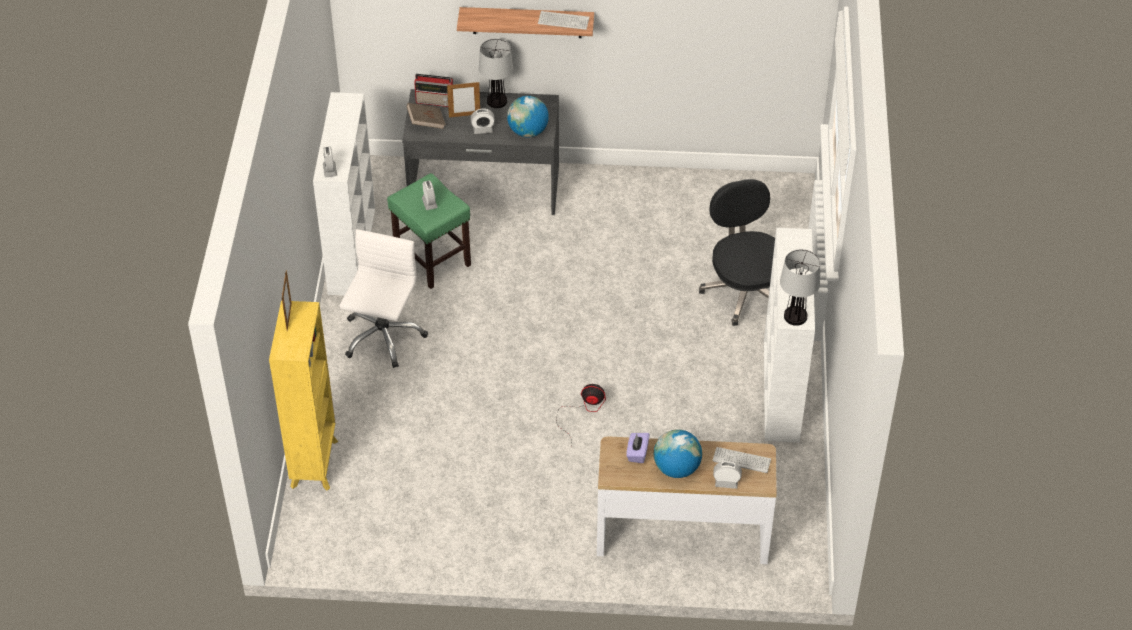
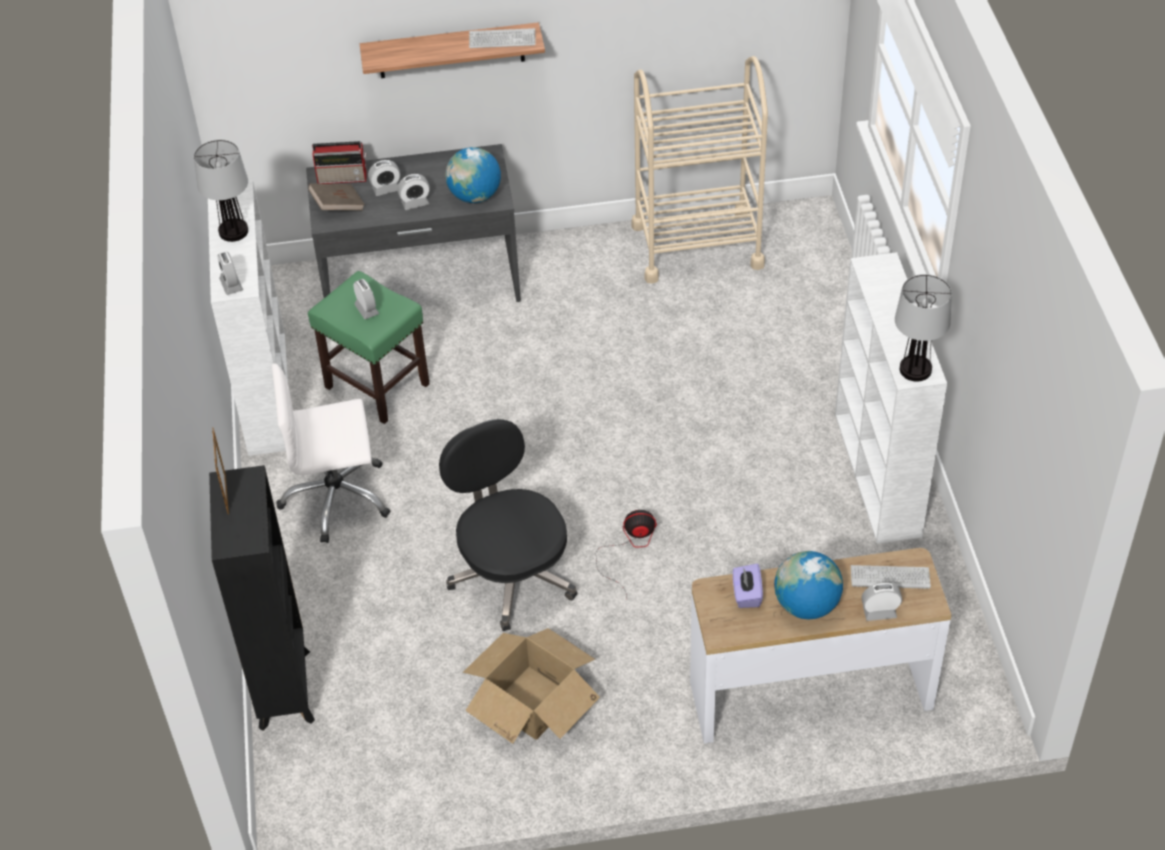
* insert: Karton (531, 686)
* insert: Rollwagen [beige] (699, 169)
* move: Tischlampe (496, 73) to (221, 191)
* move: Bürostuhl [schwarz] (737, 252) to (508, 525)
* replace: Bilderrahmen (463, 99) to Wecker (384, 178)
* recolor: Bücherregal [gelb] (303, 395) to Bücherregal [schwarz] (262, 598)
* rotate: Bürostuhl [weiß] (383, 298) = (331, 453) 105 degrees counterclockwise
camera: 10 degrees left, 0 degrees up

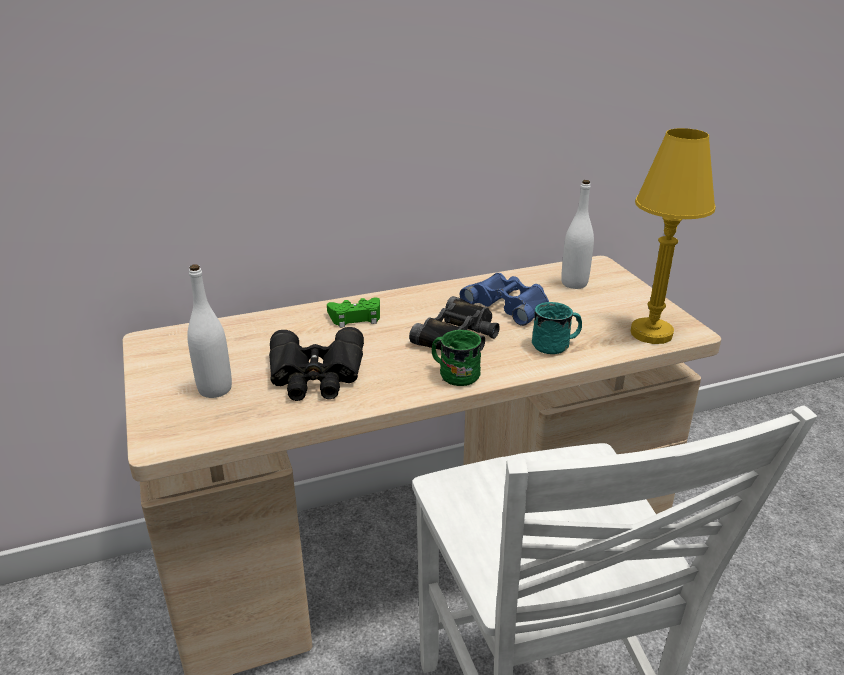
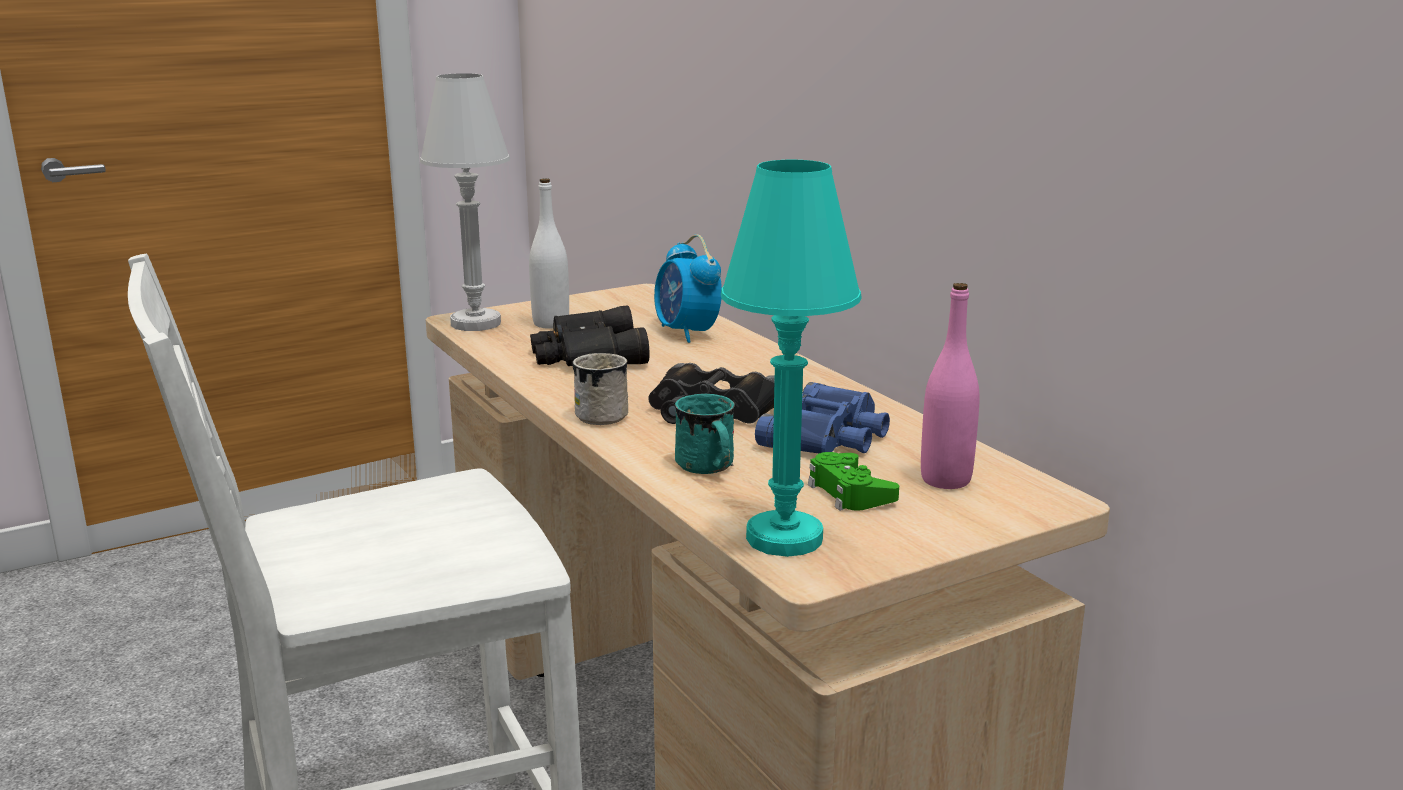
* insert: Tischlampe [weiß] (465, 202)
* insert: Wecker (688, 288)
* move: Gamepad [grün] (353, 312) to (853, 481)
* recolor: Henkelbecher [grün] (456, 358) to Henkelbecher [weiß] (600, 389)
* recolor: Flasche [weiß] (577, 234) to Flasche [rosa] (950, 386)
* recolor: Tischlampe [gelb] (673, 236) to Tischlampe [türkis] (791, 358)
camera: 80 degrees right, 10 degrees down

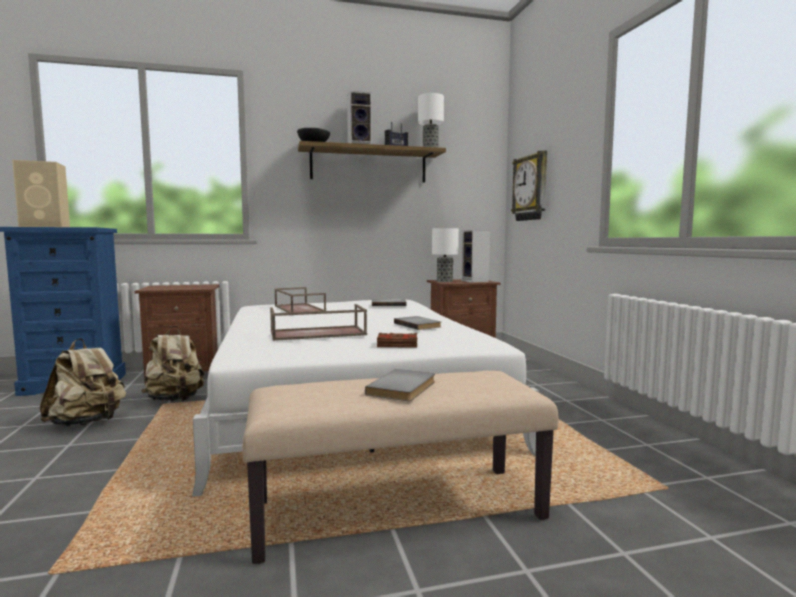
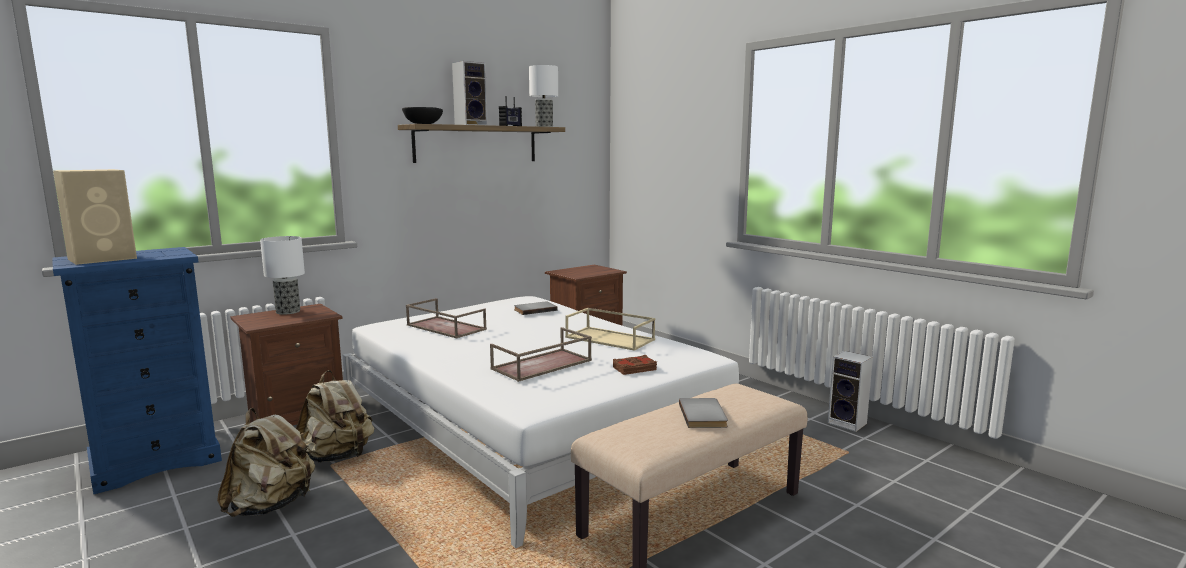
* delete: Wanduhr (529, 185)
* move: Tischlampe (445, 255) to (282, 275)
* move: Lautsprecher (476, 256) to (850, 391)
* replace: Buch [grau] (417, 323) to Tablett [beige] (610, 329)
camera: 25 degrees left, 5 degrees up

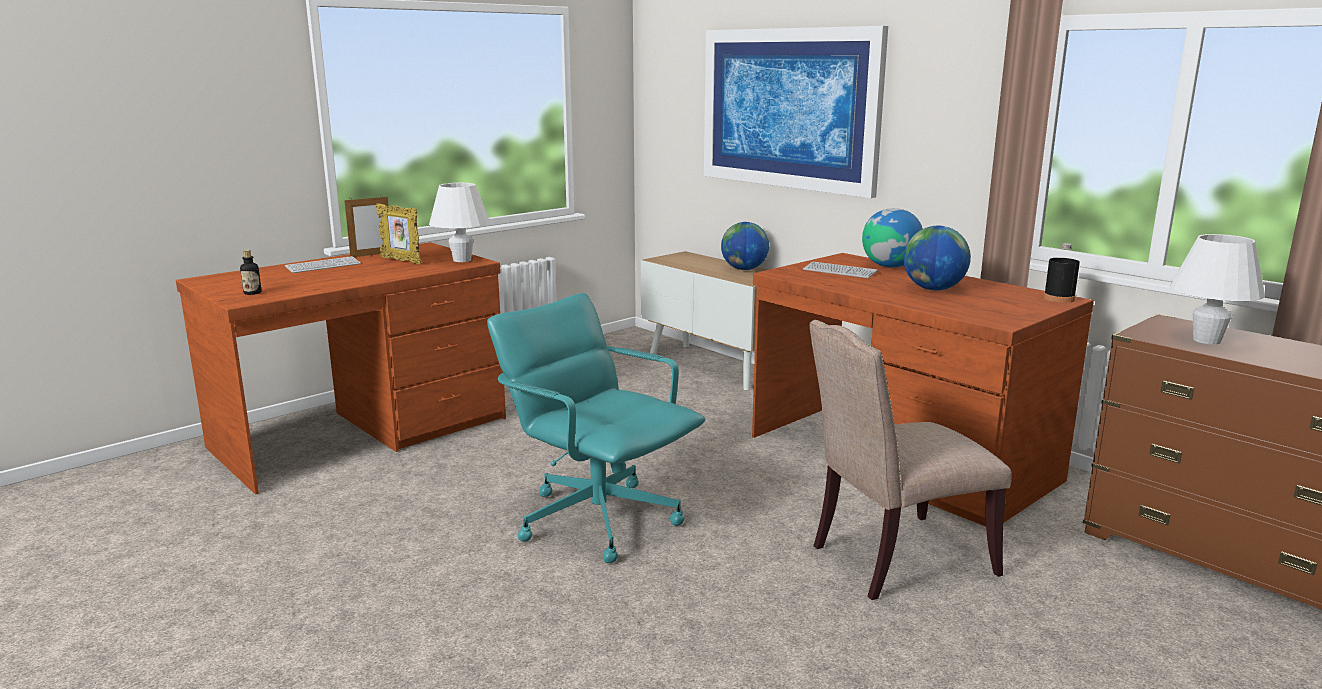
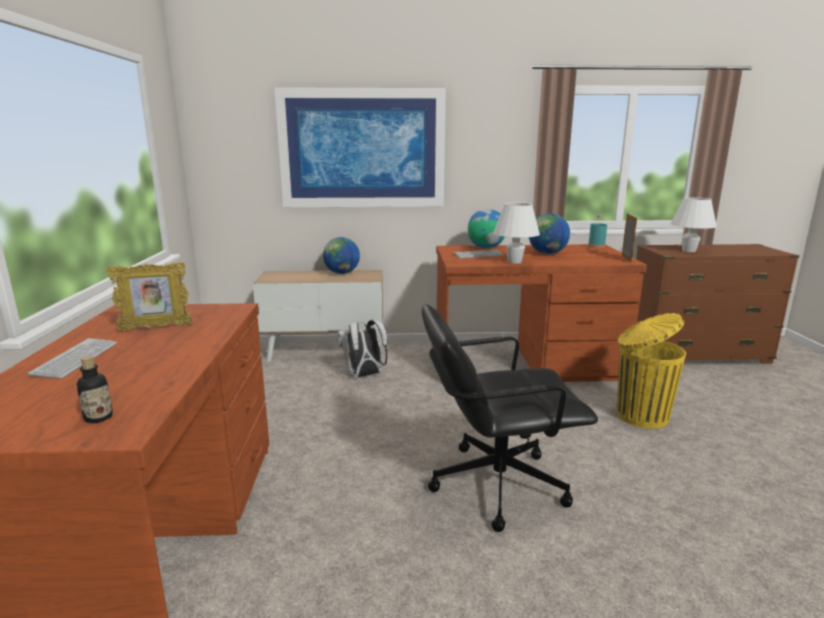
* insert: Rucksack [weiß] (362, 349)
* move: Bilderrahmen (366, 226) to (629, 238)
* move: Tischlampe [weiß] (459, 222) to (516, 233)
* replace: Stuhl [beige] (910, 460) to Mülleimer [gelb] (651, 371)
* recolor: Bürostuhl [türkis] (596, 428) to Bürostuhl [schwarz] (510, 418)
* recolor: Flasche [schwarz] (1062, 273) to Flasche [türkis] (597, 231)
camera: 50 degrees left, 0 degrees up

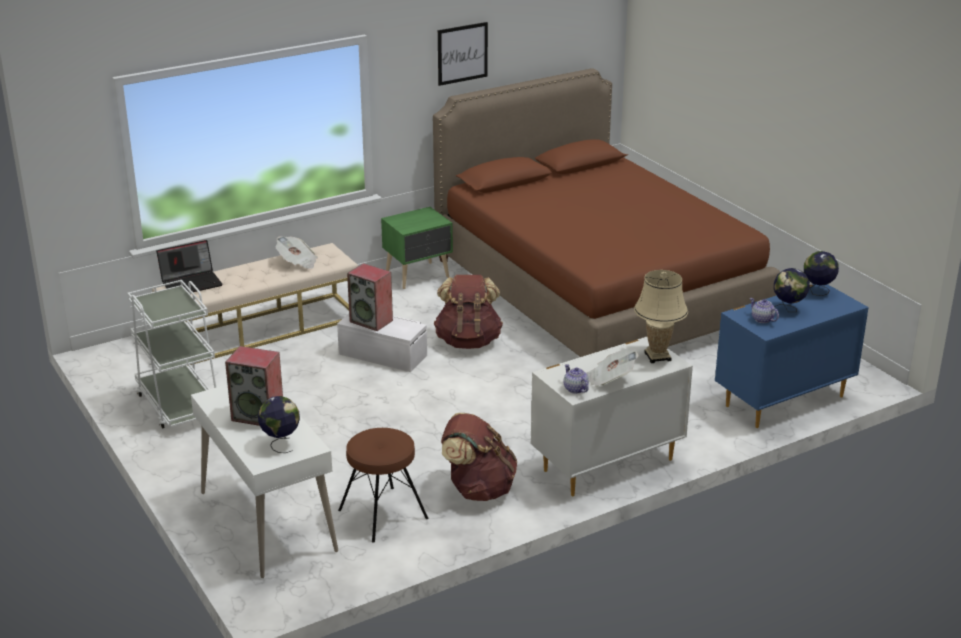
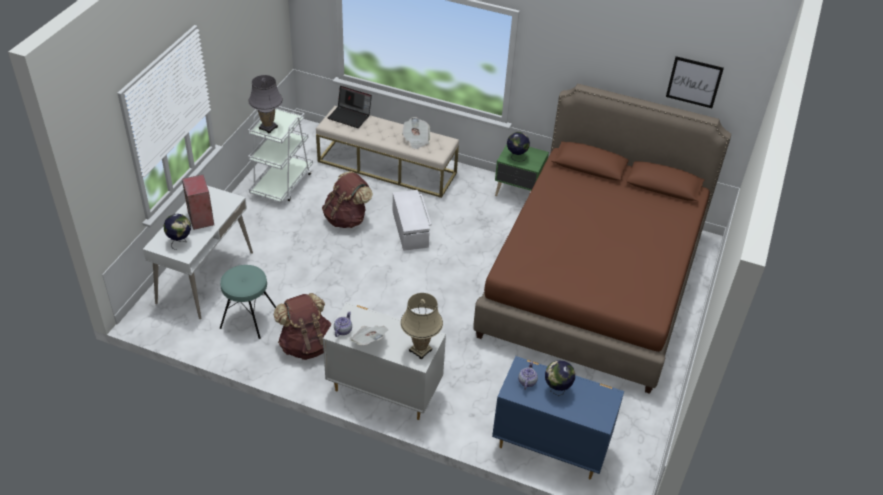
* delete: Lautsprecher (370, 297)
* insert: Tischlampe [grau] (265, 104)
* move: Rucksack [braun] (468, 312) to (347, 199)
* move: Bild (463, 54) to (695, 82)
* move: Globus (821, 273) to (518, 146)
* recolor: Hocker [braun] (383, 485) to Hocker [türkis] (248, 302)
camera: 50 degrees right, 15 degrees up

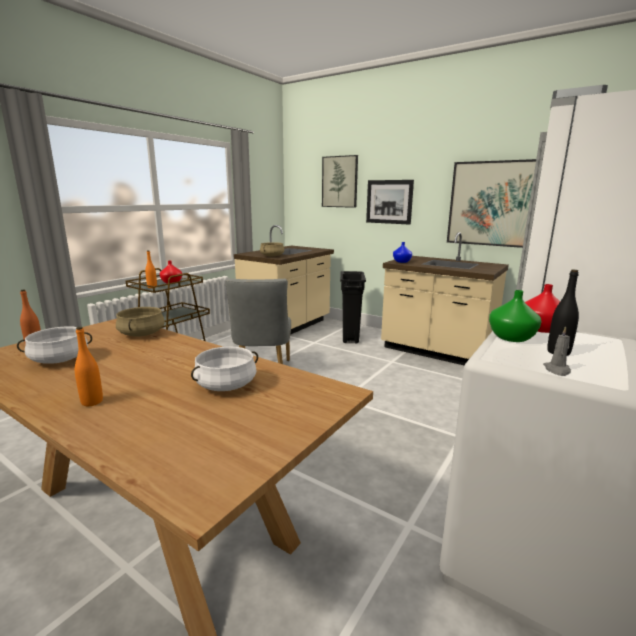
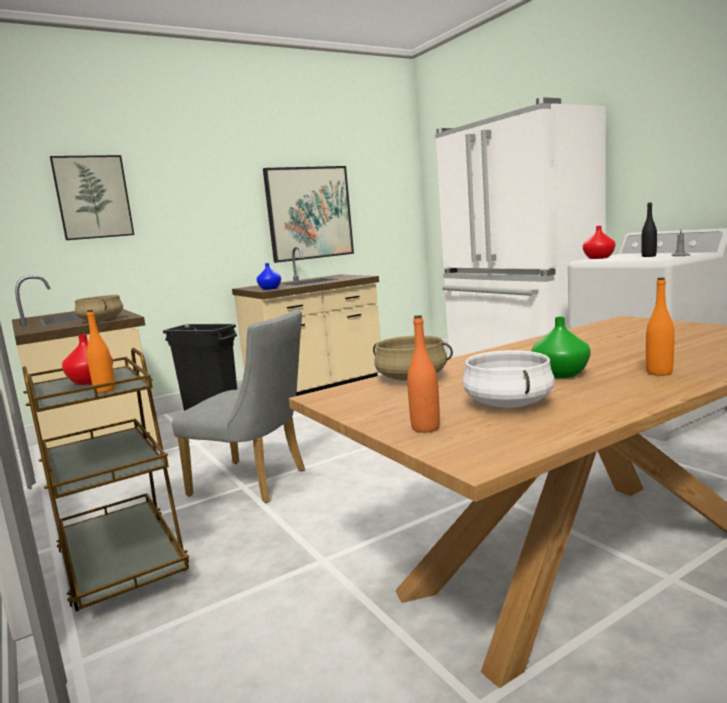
* delete: Kochtopf [weiß] (224, 368)
* delete: Bild (390, 202)
* move: Vase [grün] (515, 316) to (561, 347)
camera: 65 degrees left, 5 degrees down

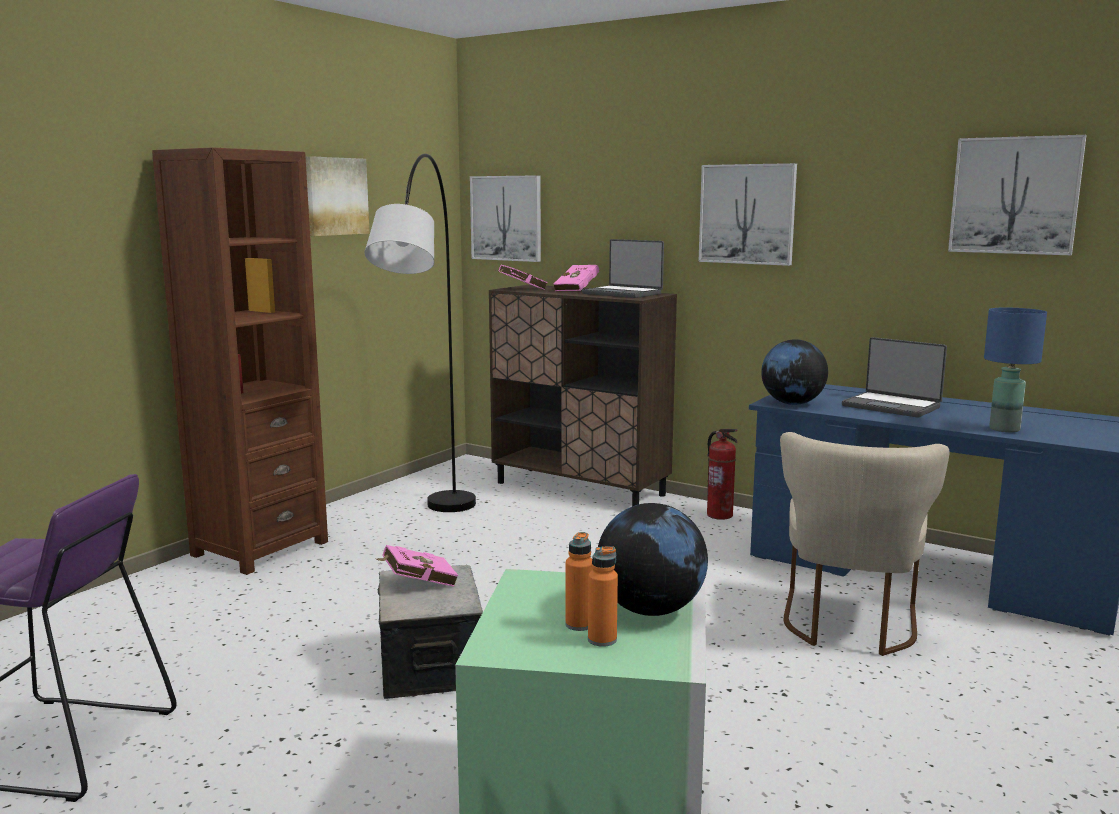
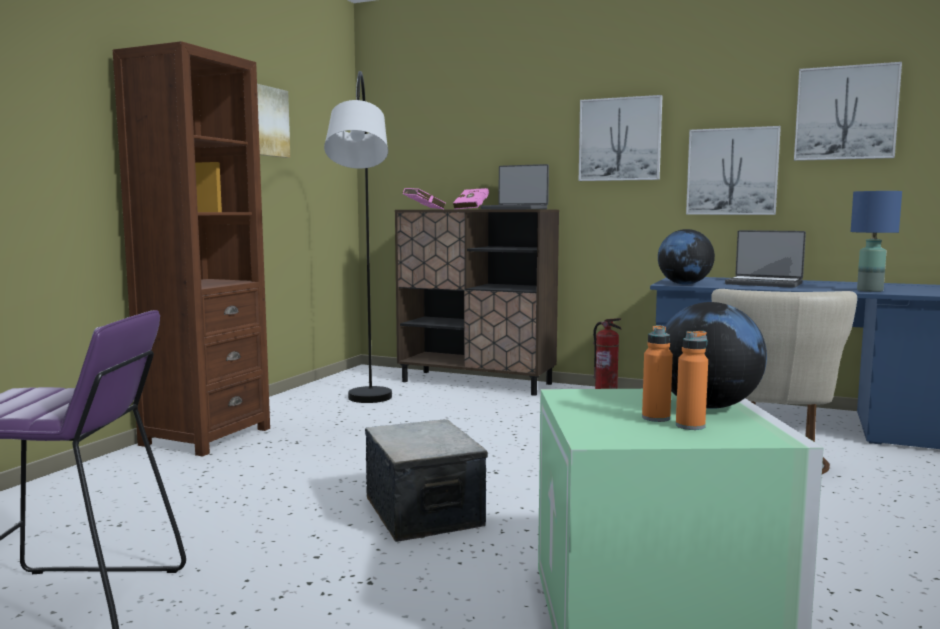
* delete: Buch [rosa] (418, 566)
* move: Bild (505, 218) to (733, 170)
camera: 10 degrees left, 5 degrees down

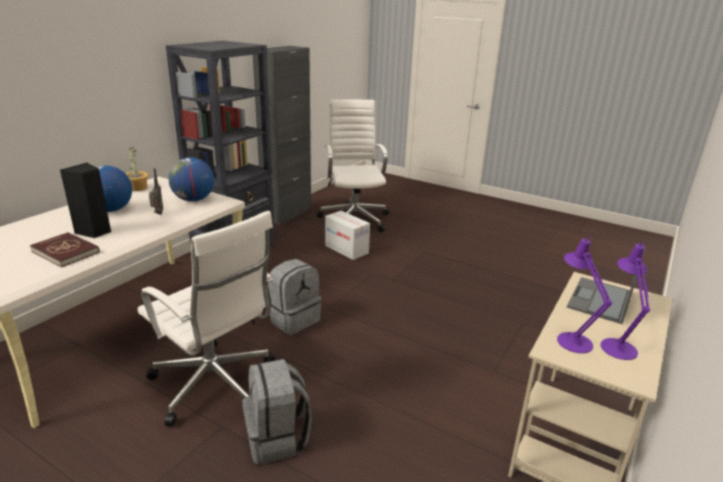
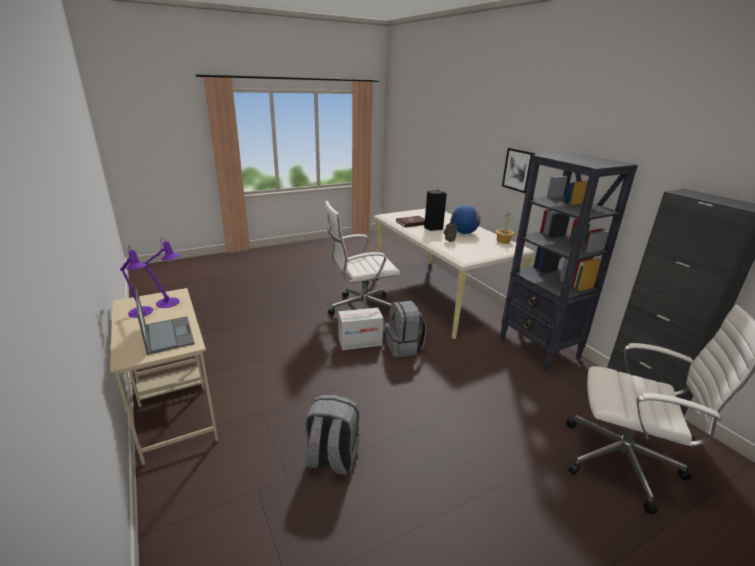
* delete: Globus (191, 179)
* insert: Bild (518, 170)
* move: Rucksack [grau] (277, 411) to (332, 435)
* move: Karton (347, 235) to (360, 329)
camera: 120 degrees right, 0 degrees up

